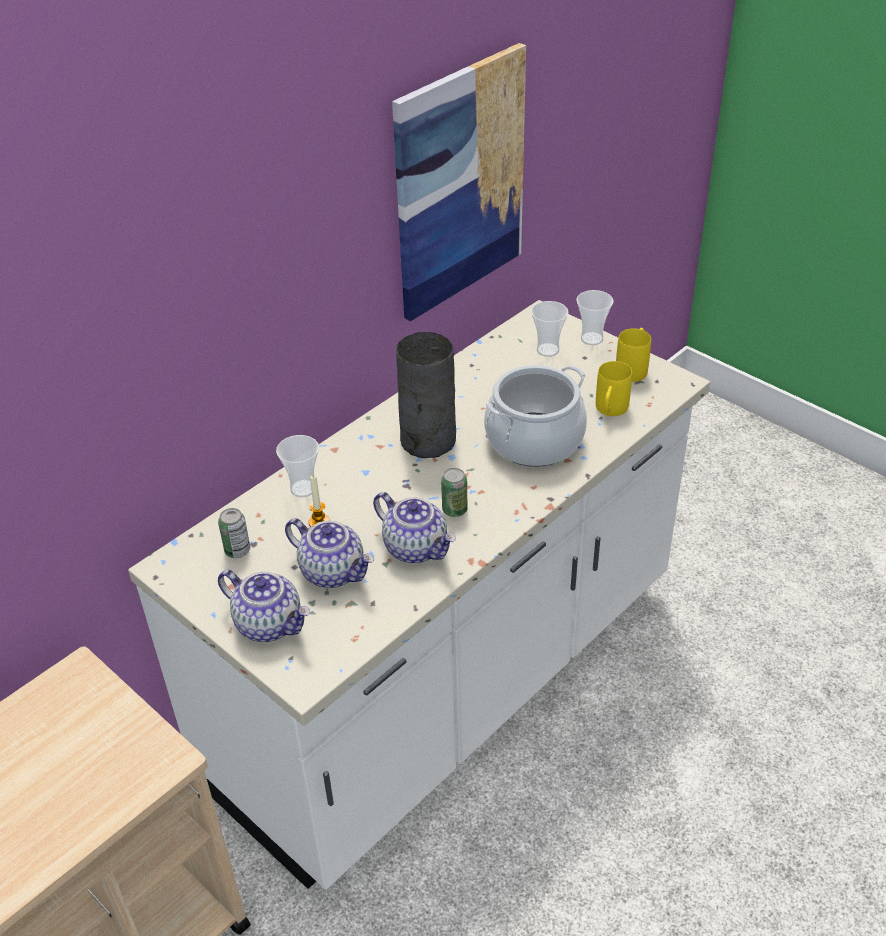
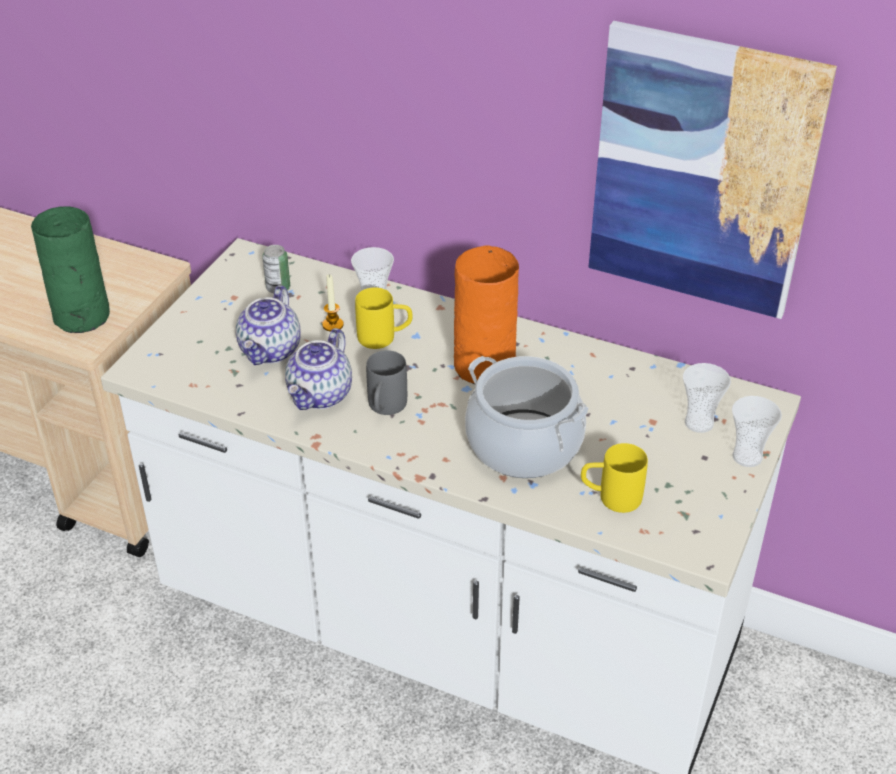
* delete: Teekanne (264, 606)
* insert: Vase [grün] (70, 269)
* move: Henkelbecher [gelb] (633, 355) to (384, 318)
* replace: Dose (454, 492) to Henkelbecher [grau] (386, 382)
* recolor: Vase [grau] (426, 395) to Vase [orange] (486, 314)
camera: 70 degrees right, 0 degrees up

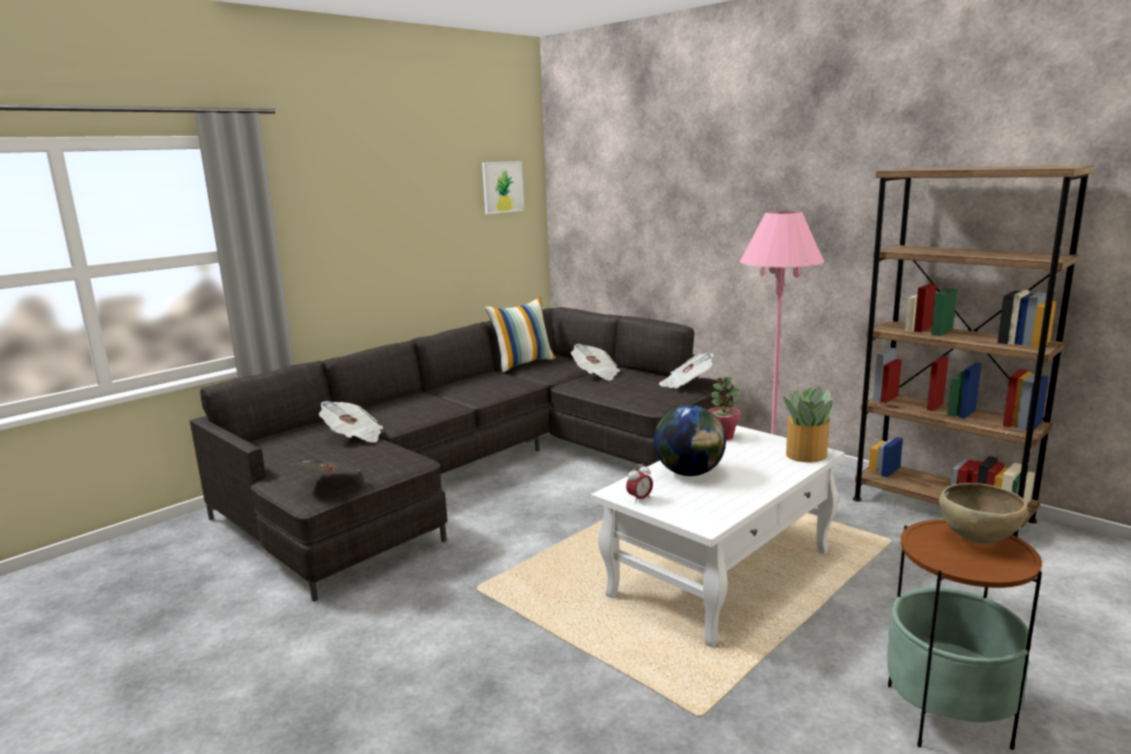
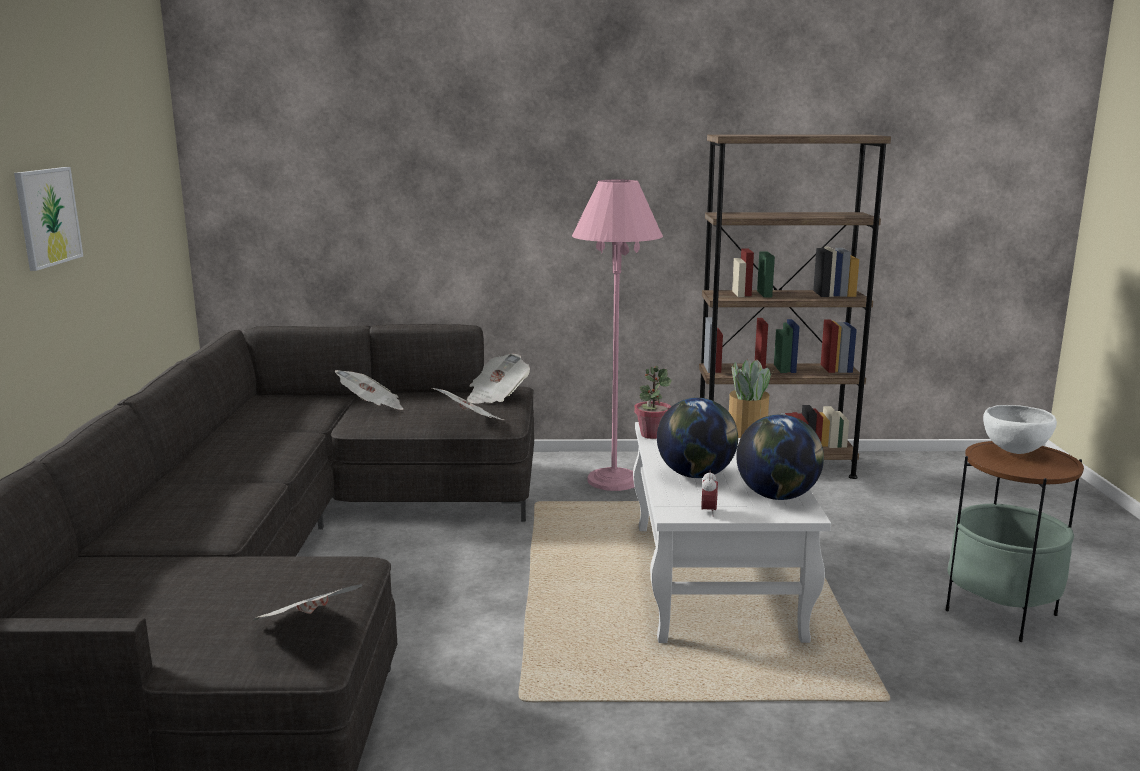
* delete: Kissen (520, 335)
* insert: Globus (780, 457)
* move: Zeitung (351, 421) to (467, 404)
* move: Bild (503, 187) to (48, 219)
* recolor: Schüssel [braun] (983, 513) to Schüssel [weiß] (1020, 429)
camera: 45 degrees left, 0 degrees up

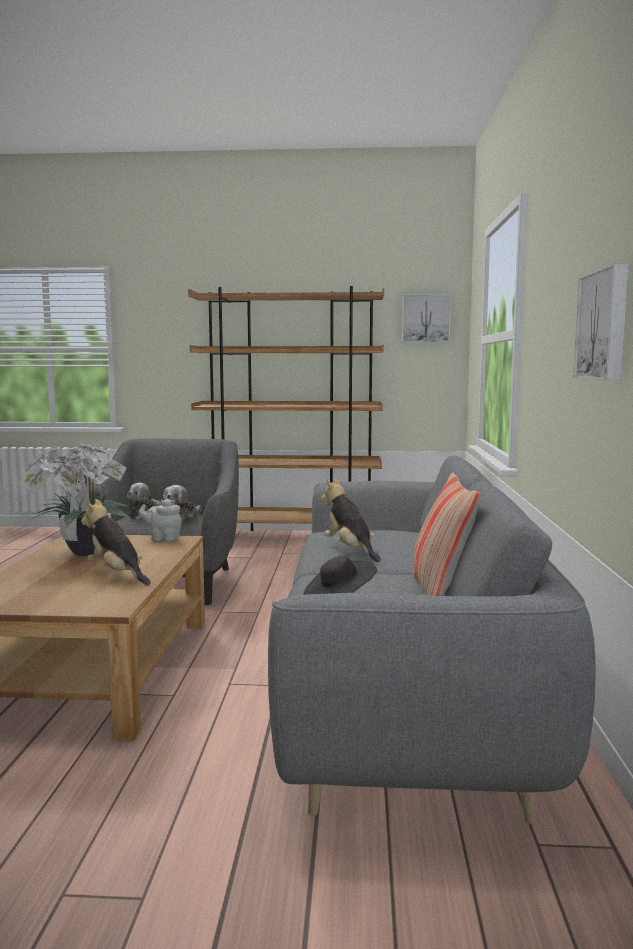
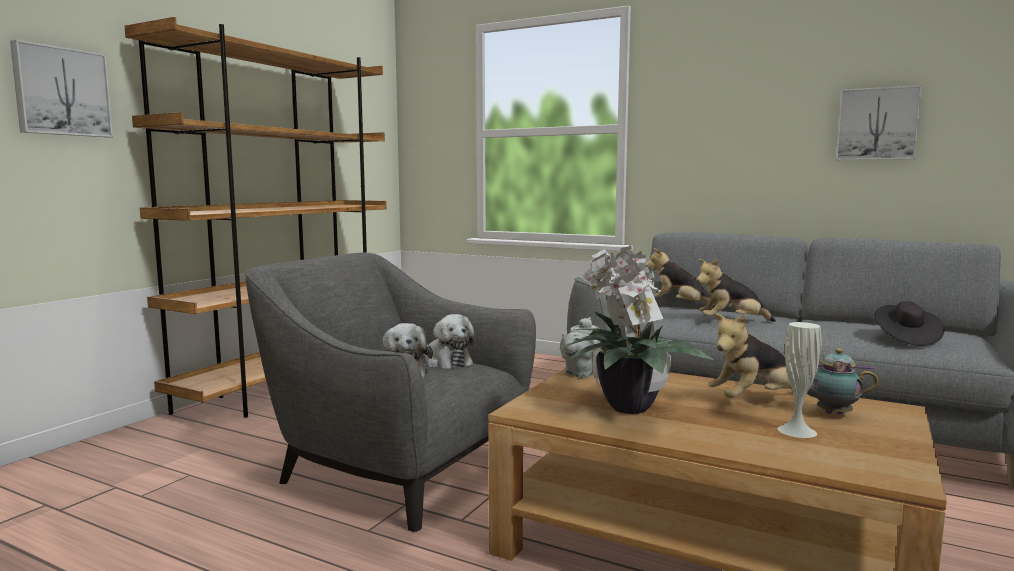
* delete: Kissen (446, 534)
* insert: Plüschtier (683, 279)
* insert: Vase [weiß] (800, 380)
* insert: Teekanne (843, 381)
* move: Bild (426, 318) to (61, 88)
camera: 65 degrees left, 0 degrees up

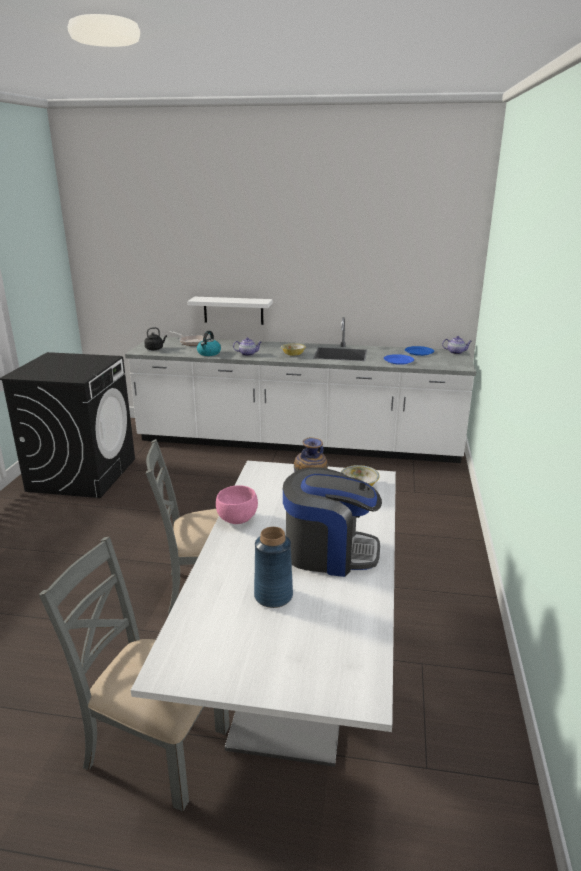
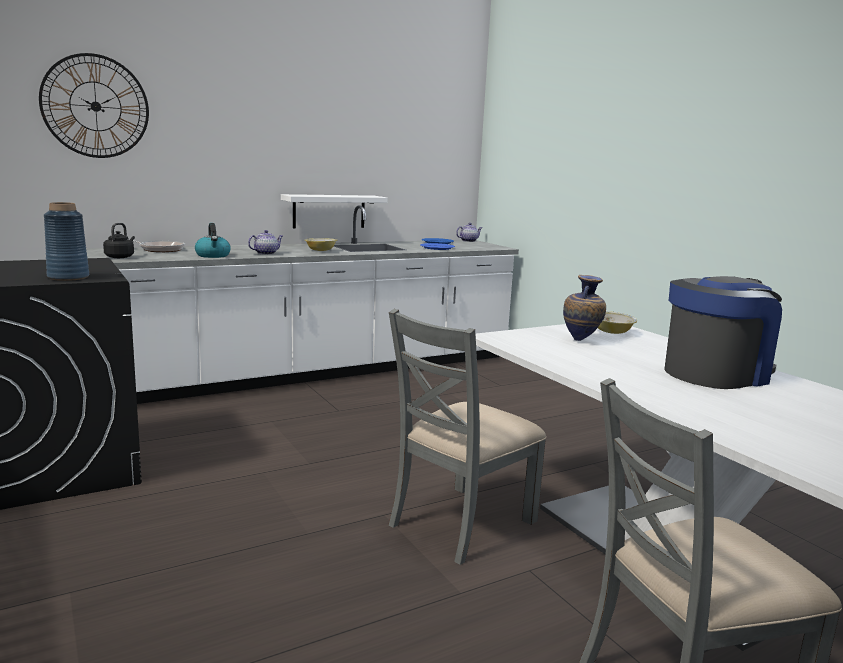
* delete: Schüssel [rosa] (237, 504)
* insert: Wanduhr (94, 105)
* move: Wandregal [weiß] (230, 311) to (334, 211)
* move: Vase [blau] (273, 567) to (66, 241)
camera: 40 degrees left, 10 degrees down

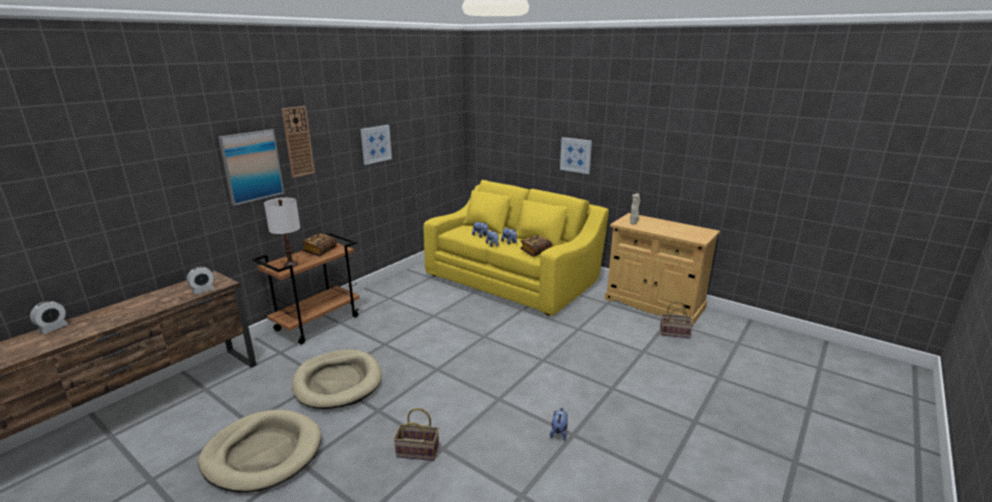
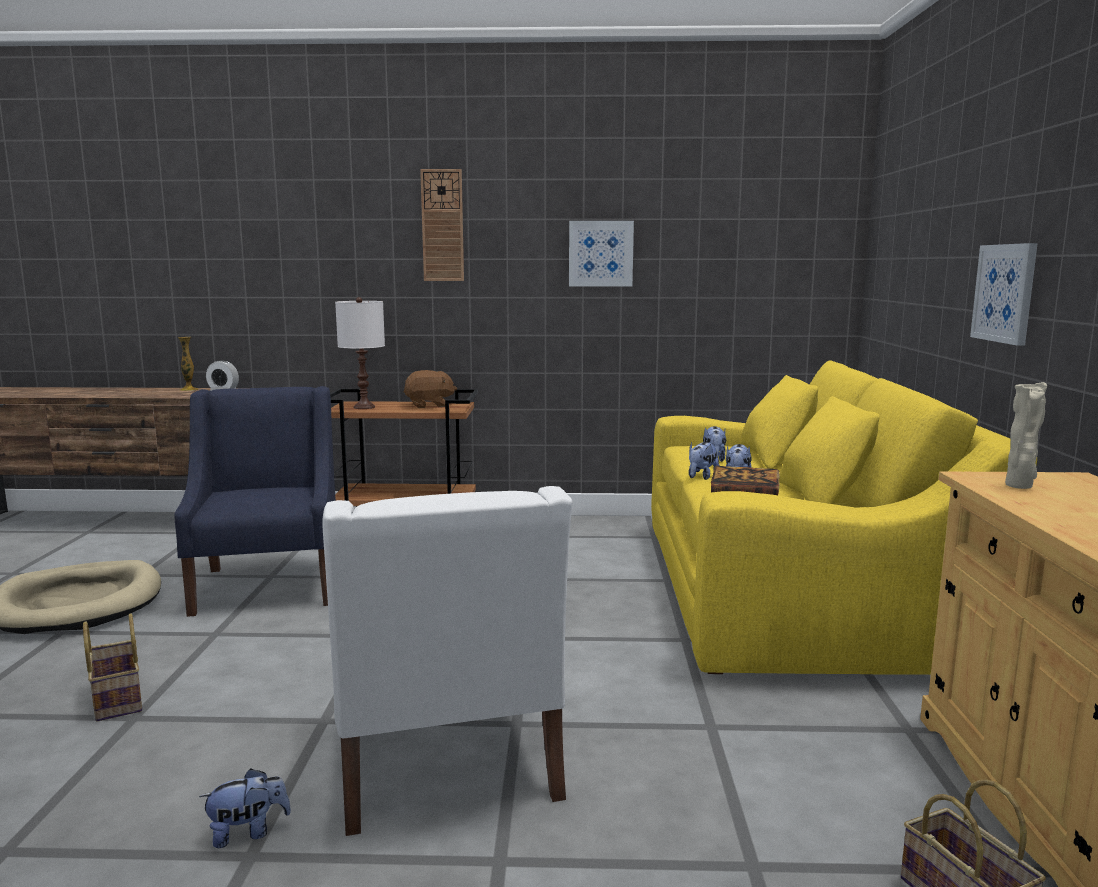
* delete: Wecker (49, 317)
* delete: Bild (251, 167)
* insert: Vase (188, 364)
* insert: Sessel [weiß] (447, 661)
* replace: Hundebett [beige] (337, 379) to Sessel [blau] (255, 501)
* replace: Buch (319, 244) to Plüschtier [braun] (430, 389)
camera: 55 degrees right, 10 degrees down

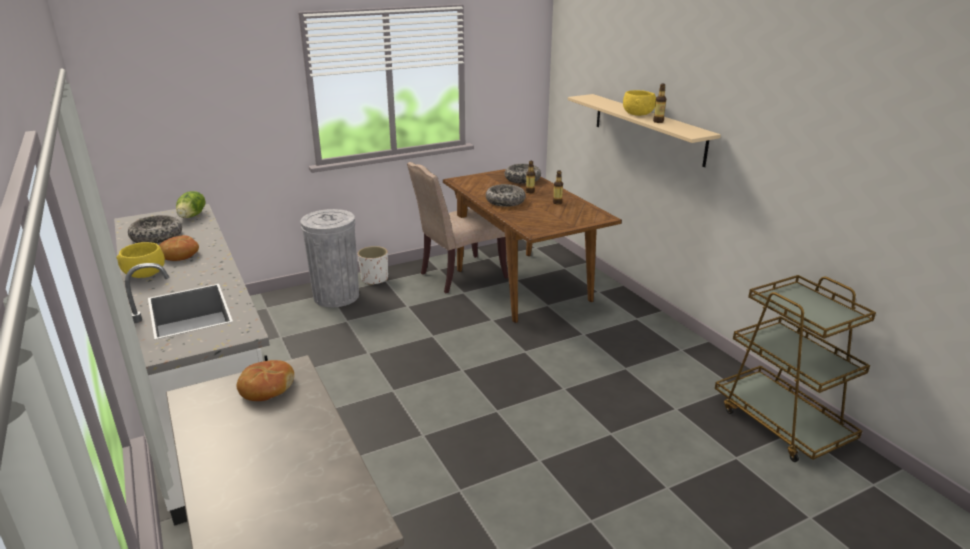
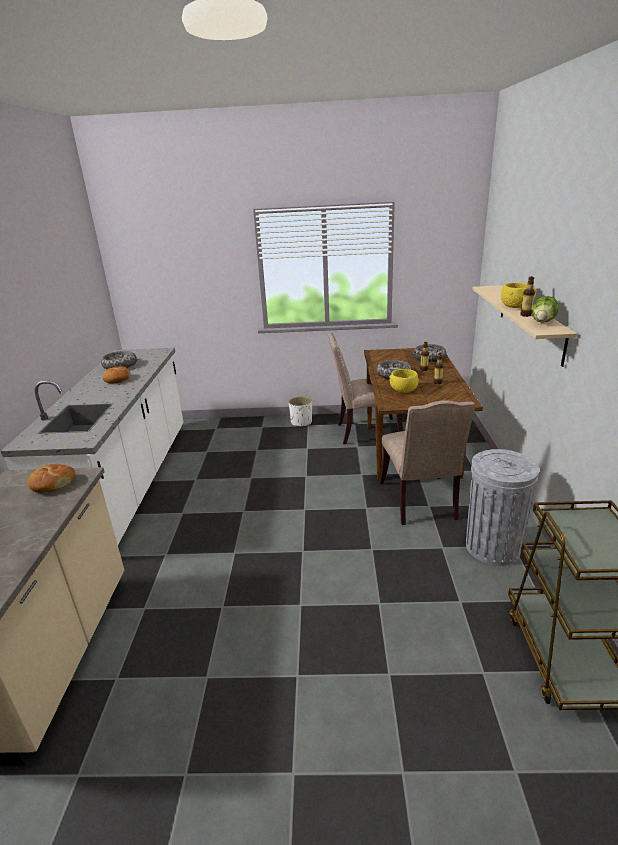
* insert: Stuhl [beige] (427, 462)
* move: Schüssel [gelb] (141, 260) to (404, 381)
* move: Salatkopf (191, 204) to (545, 309)
* move: Mülleimer [grau] (330, 258) to (502, 507)
camera: 30 degrees right, 0 degrees up

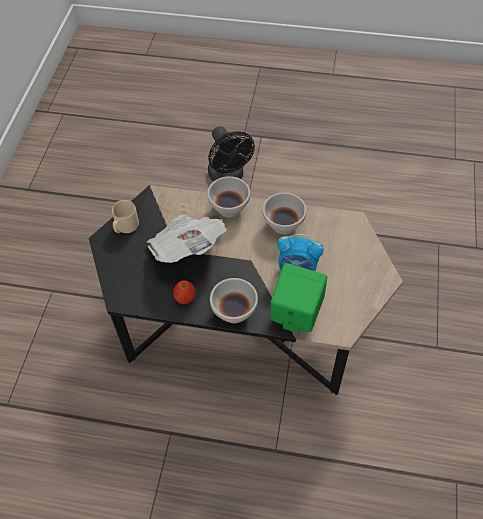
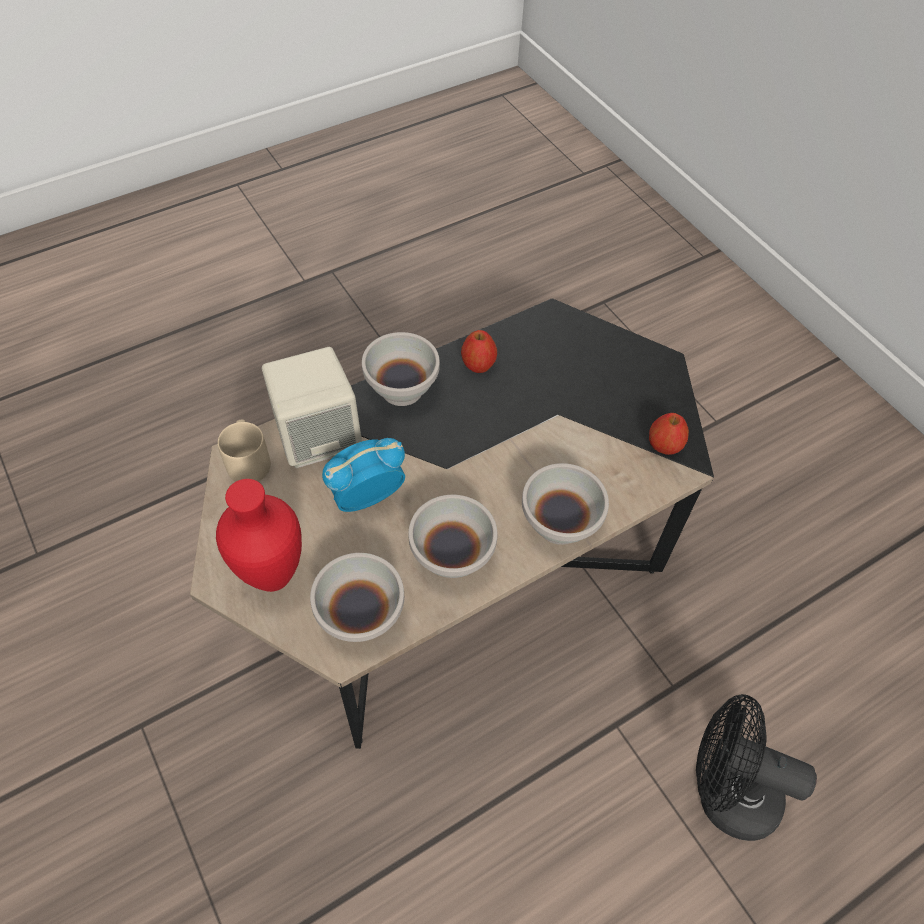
* delete: Zeitung (187, 238)
* insert: Vase [rot] (259, 535)
* insert: Schüssel [weiß] (357, 597)
* insert: Apfel (669, 434)
* move: Henkelbecher [beige] (125, 216) to (244, 451)
* recolor: Lautsprecher [grün] (299, 298) to Lautsprecher [beige] (312, 407)
camera: 135 degrees right, 0 degrees up

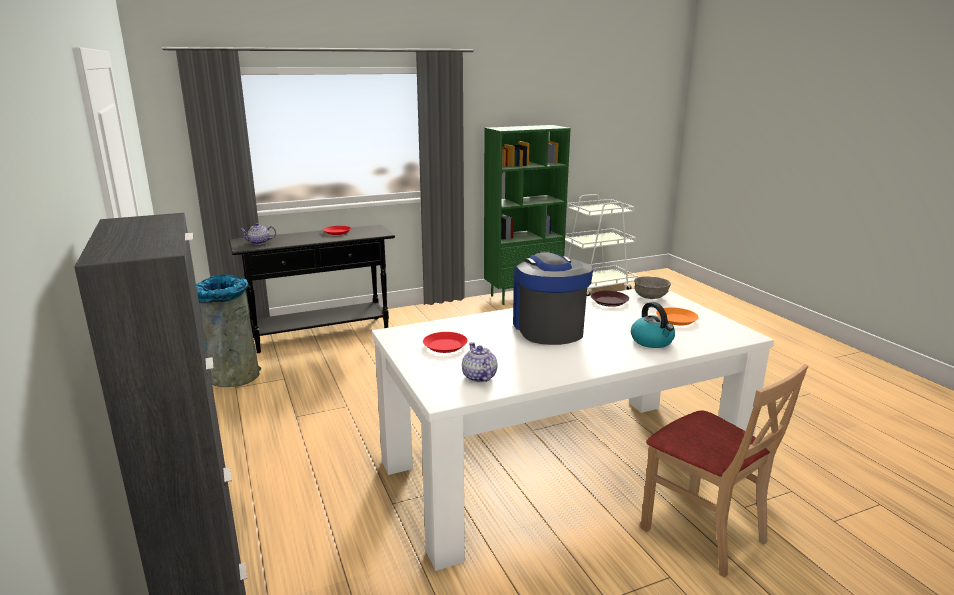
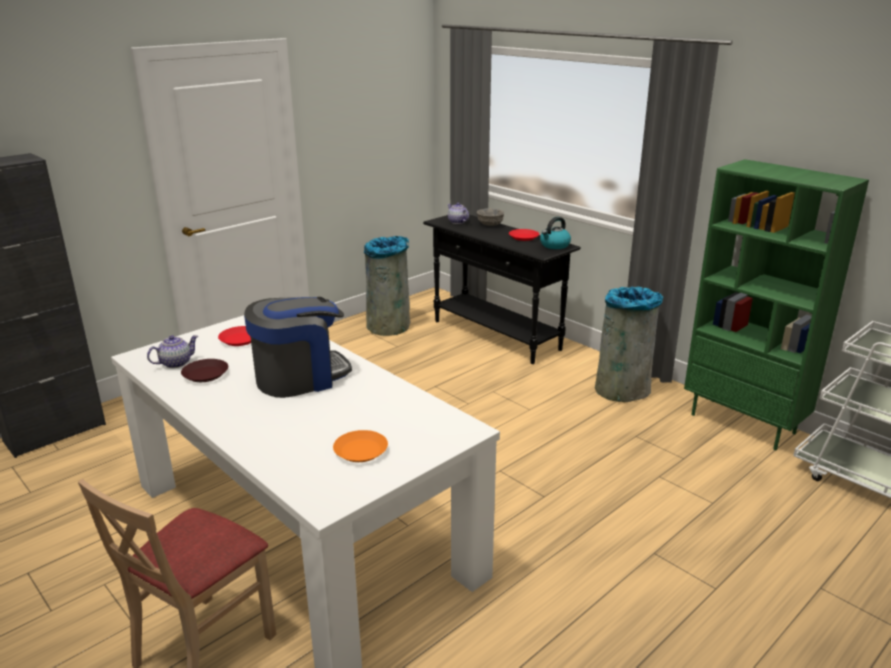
* insert: Mülleimer [grau] (629, 344)
* move: Teller [braun] (610, 299) to (204, 370)
* move: Wasserkessel (653, 325) to (555, 233)
* move: Schüssel [grau] (652, 287) to (491, 217)
camera: 70 degrees right, 5 degrees up

